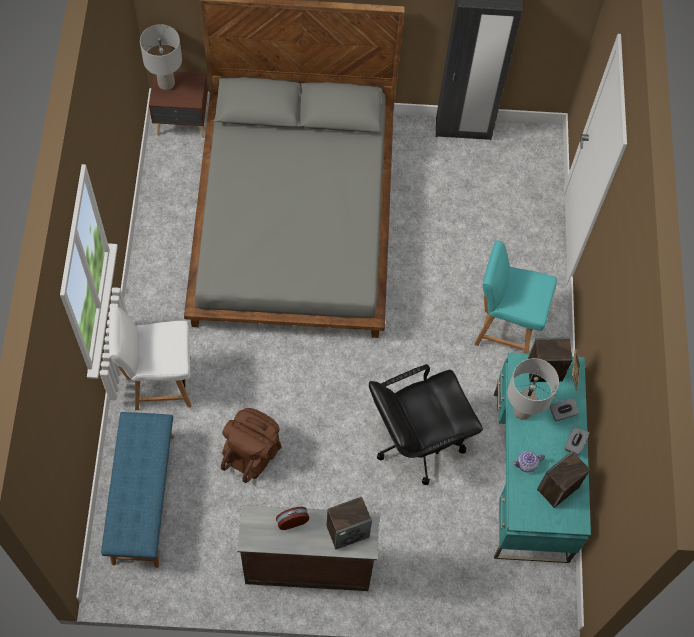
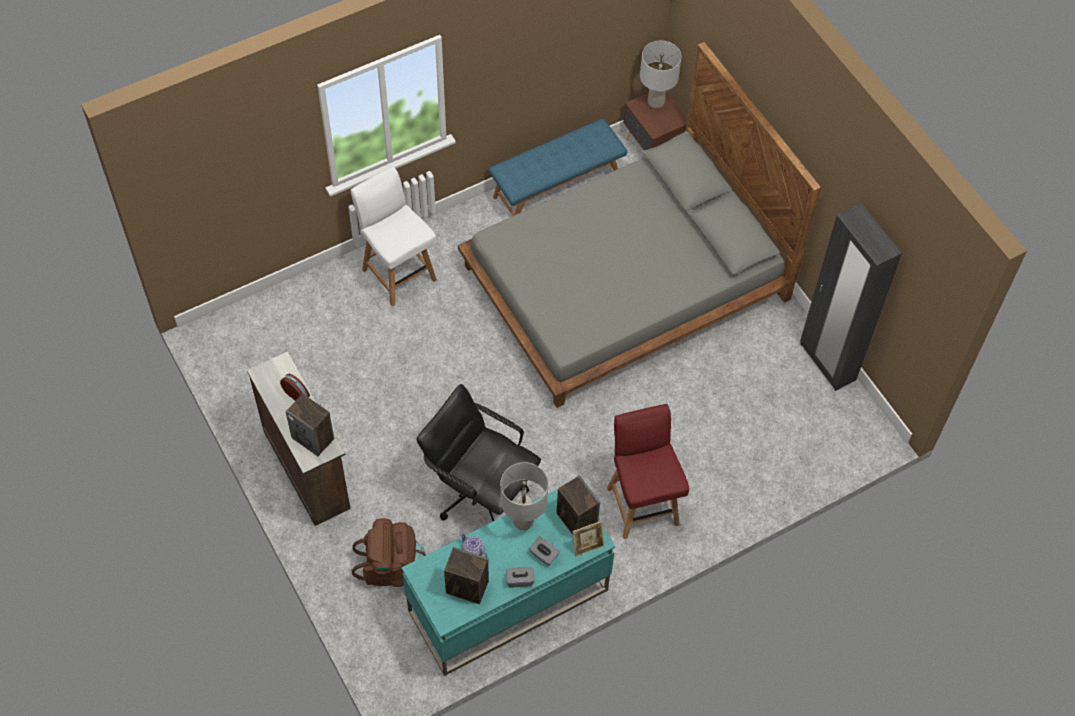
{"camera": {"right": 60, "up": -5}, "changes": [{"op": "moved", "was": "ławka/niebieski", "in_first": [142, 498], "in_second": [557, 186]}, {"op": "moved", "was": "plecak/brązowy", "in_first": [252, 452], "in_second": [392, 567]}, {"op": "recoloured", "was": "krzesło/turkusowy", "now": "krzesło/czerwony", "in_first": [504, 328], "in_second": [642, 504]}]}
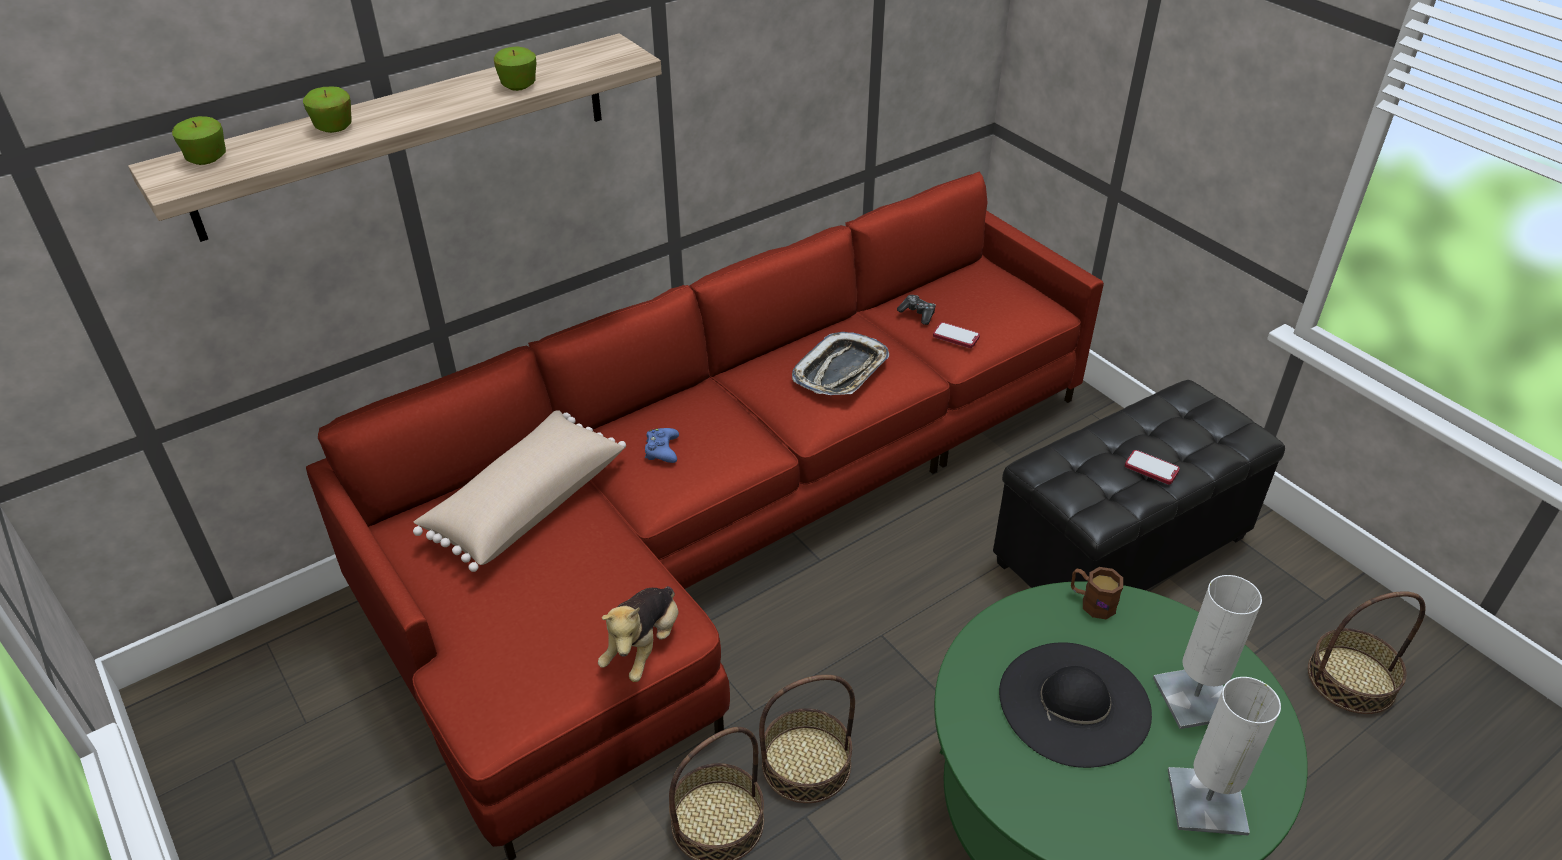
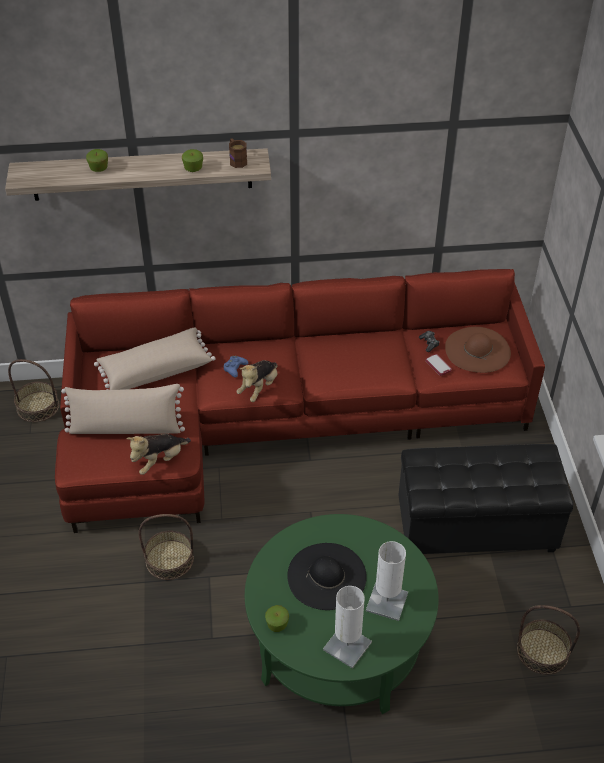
{"camera": {"right": 30, "up": 5}, "changes": [{"op": "moved", "was": "jabłko", "in_first": [207, 159], "in_second": [277, 624]}, {"op": "moved", "was": "koszyk", "in_first": [806, 763], "in_second": [38, 406]}, {"op": "removed", "was": "taca", "in_first": [841, 371]}, {"op": "moved", "was": "kubek/brązowy", "in_first": [1091, 602], "in_second": [236, 160]}, {"op": "removed", "was": "telefon", "in_first": [1151, 468]}, {"op": "added", "now": "poduszka/beżowy", "in_second": [126, 428]}, {"op": "added", "now": "pluszak", "in_second": [259, 388]}, {"op": "added", "now": "kapelusz/brązowy", "in_second": [477, 350]}]}
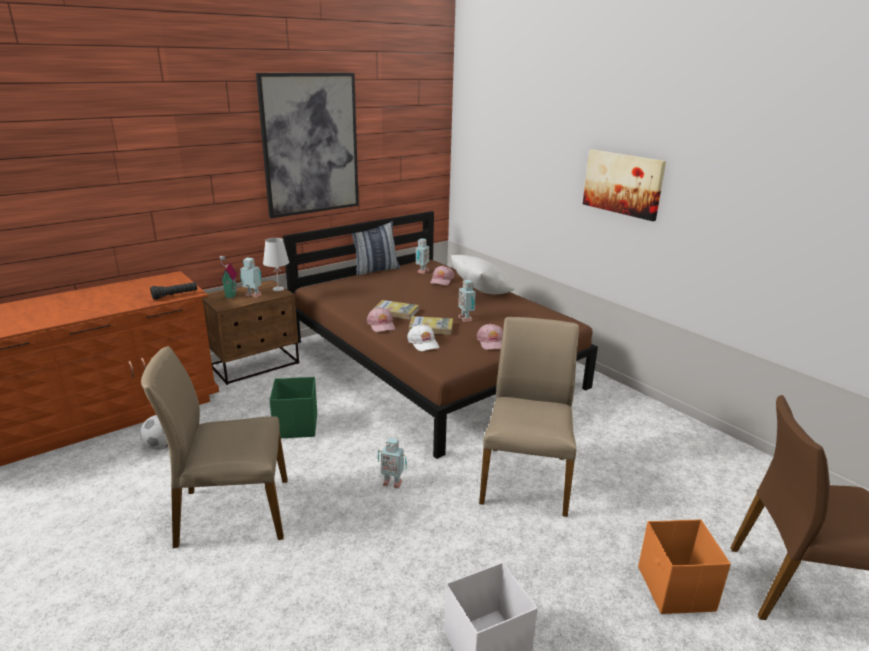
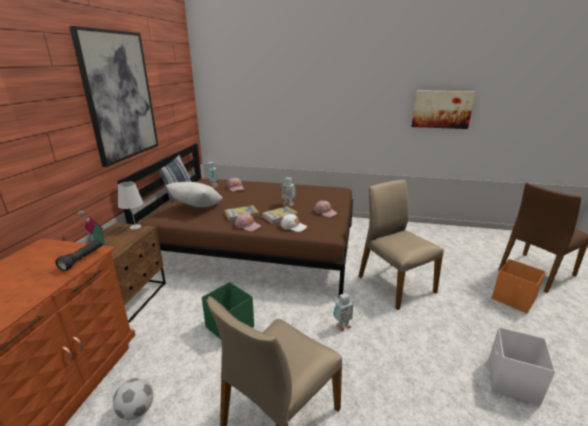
{"camera": {"right": -40, "up": 0}, "changes": [{"op": "removed", "was": "robot zabawkowy", "in_first": [253, 296]}, {"op": "moved", "was": "poduszka/biały", "in_first": [481, 293], "in_second": [197, 208]}, {"op": "moved", "was": "obraz", "in_first": [623, 183], "in_second": [441, 109]}]}
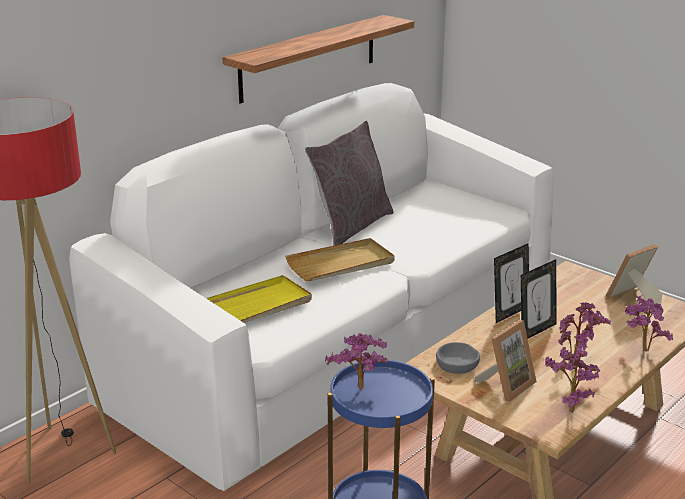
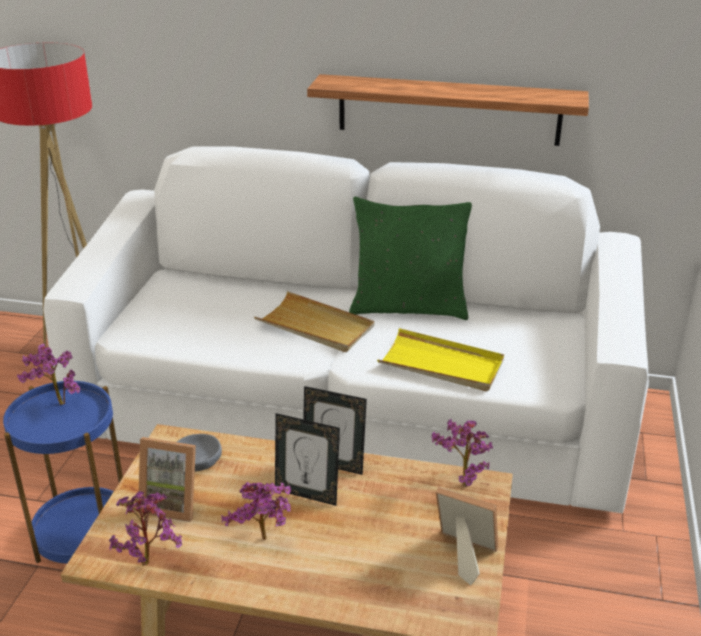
{"camera": {"right": 60, "up": 5}, "changes": [{"op": "moved", "was": "taca/żółty", "in_first": [254, 307], "in_second": [441, 364]}, {"op": "recoloured", "was": "poduszka/szary", "now": "poduszka/zielony", "in_first": [351, 226], "in_second": [409, 307]}, {"op": "moved", "was": "roślina doniczkowa", "in_first": [641, 351], "in_second": [460, 482]}]}
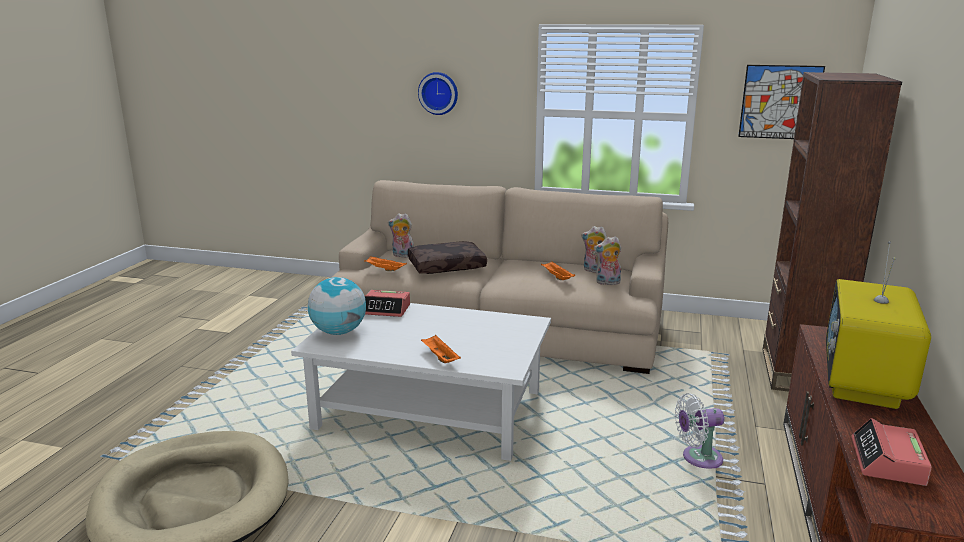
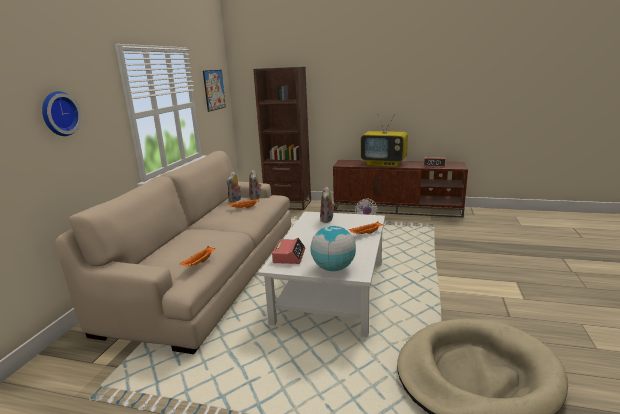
{"camera": {"right": -90, "up": 0}, "changes": [{"op": "moved", "was": "pluszak", "in_first": [402, 255], "in_second": [327, 220]}, {"op": "removed", "was": "poduszka/brązowy", "in_first": [447, 266]}]}
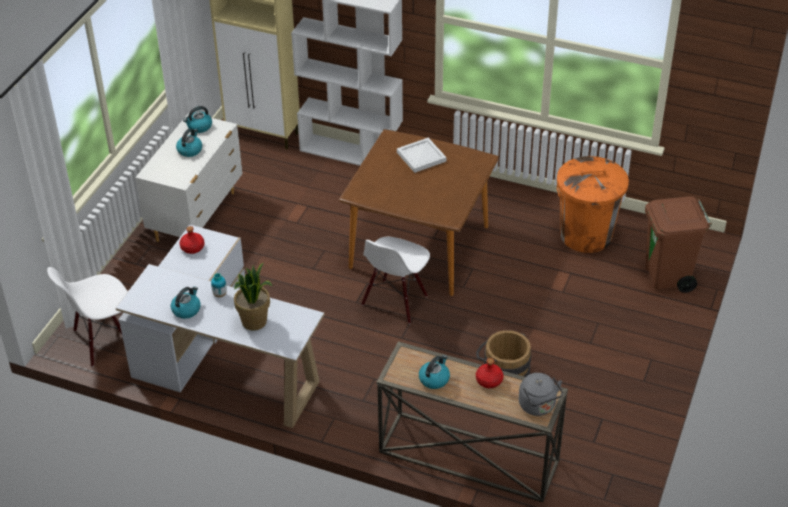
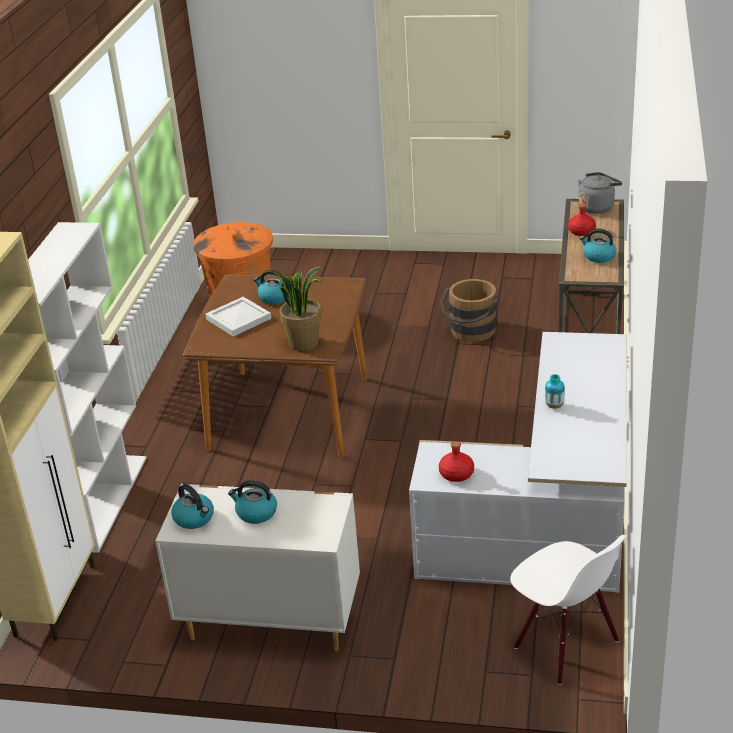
{"camera": {"right": -100, "up": -10}, "changes": [{"op": "moved", "was": "czajnik", "in_first": [186, 309], "in_second": [274, 298]}, {"op": "moved", "was": "roślina doniczkowa", "in_first": [254, 322], "in_second": [304, 343]}, {"op": "removed", "was": "krzesło/biały", "in_first": [395, 301]}, {"op": "removed", "was": "kosz na śmieci/brązowy", "in_first": [668, 277]}]}
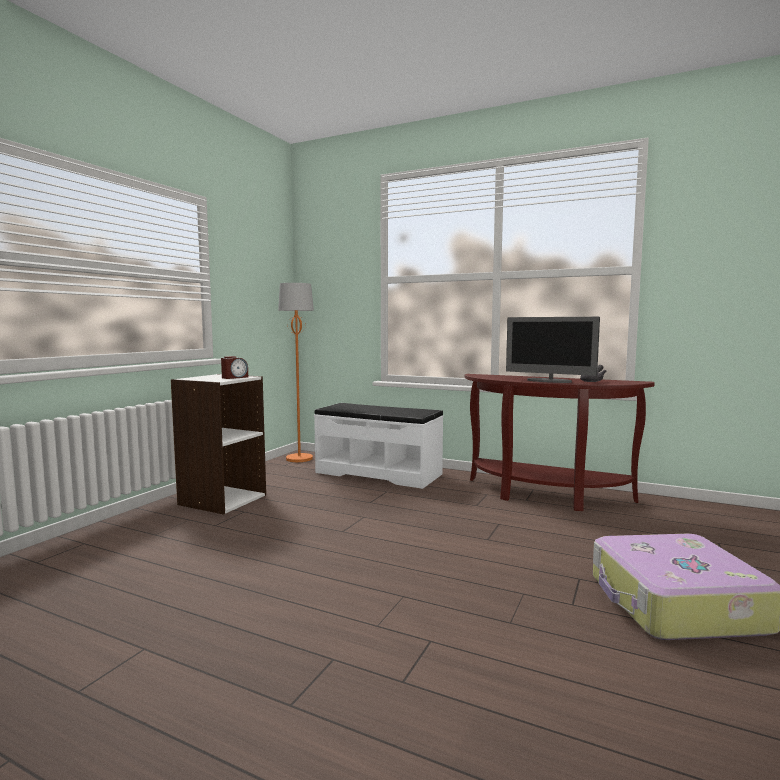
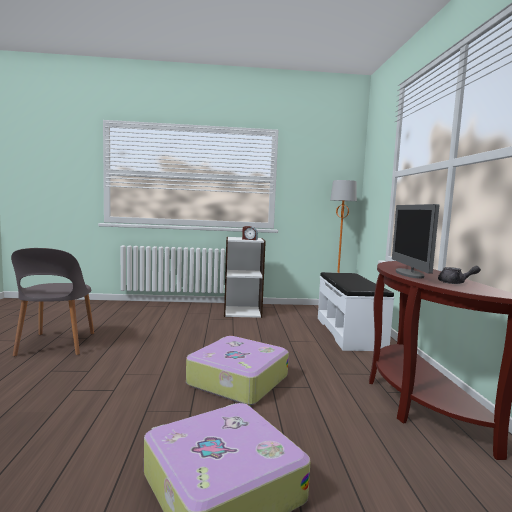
{"camera": {"right": 60, "up": 0}, "changes": [{"op": "added", "now": "krzesło/szary", "in_second": [56, 345]}, {"op": "added", "now": "walizka", "in_second": [236, 380]}]}
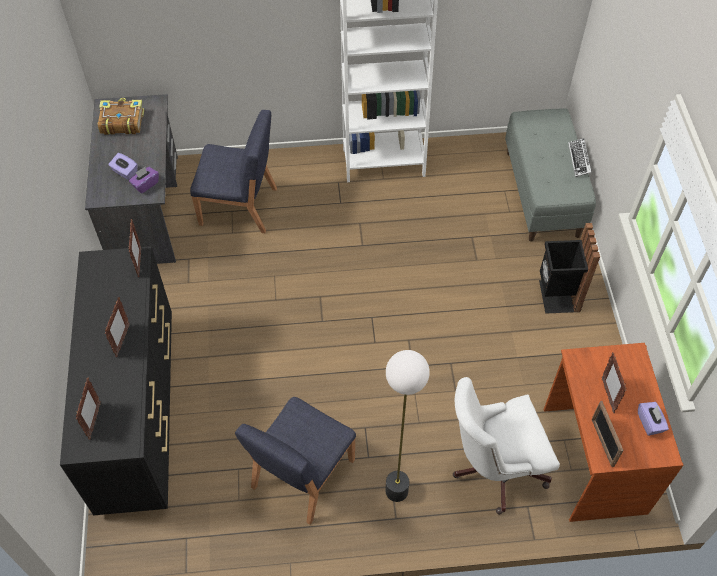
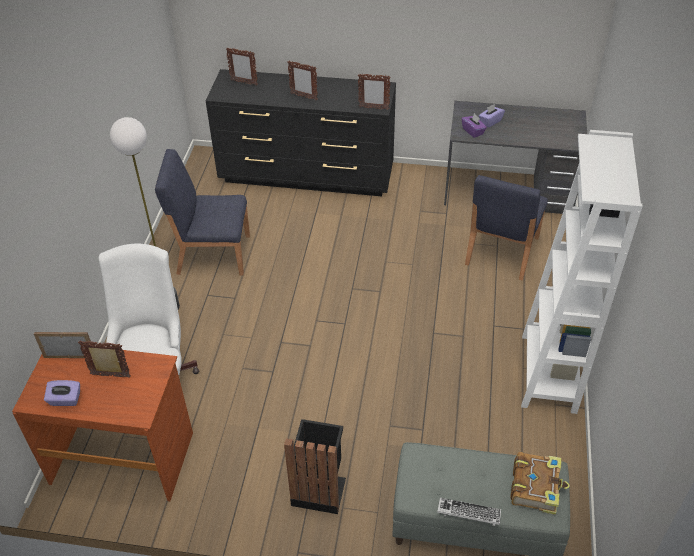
{"camera": {"right": 105, "up": -10}, "changes": [{"op": "moved", "was": "książka", "in_first": [121, 122], "in_second": [536, 486]}, {"op": "turned", "was": "krzesło/niebieski", "in_first": [302, 474], "in_second": [212, 254], "clockwise": -45}]}
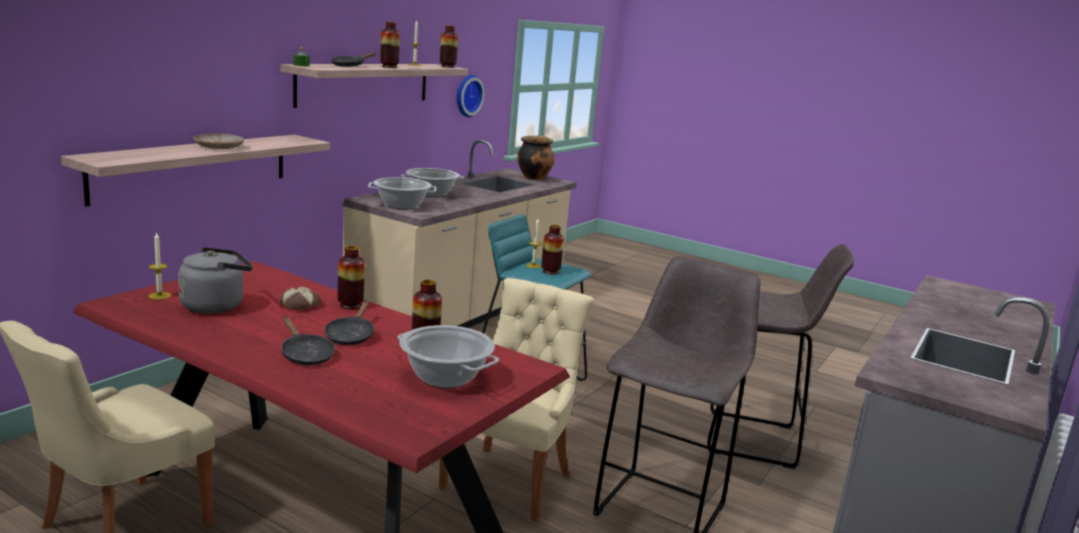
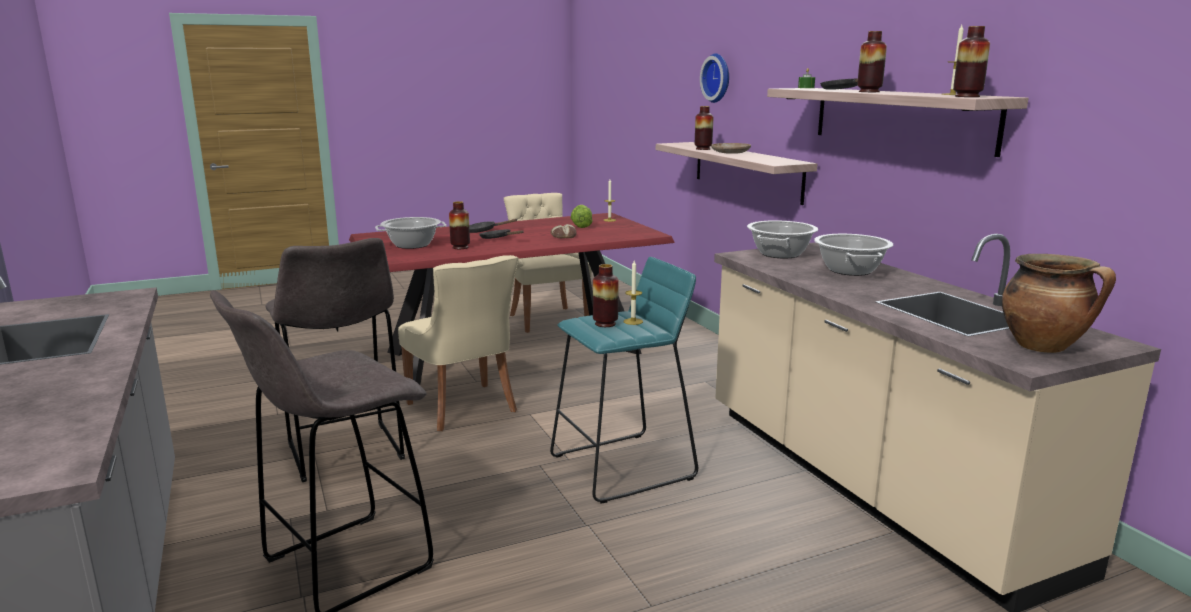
{"camera": {"right": 125, "up": 0}, "changes": [{"op": "replaced", "was": "czajnik/szary", "now": "sałata", "in_first": [216, 305], "in_second": [581, 225]}, {"op": "moved", "was": "wazon", "in_first": [350, 305], "in_second": [703, 149]}, {"op": "moved", "was": "zegar ścienny", "in_first": [467, 95], "in_second": [718, 78]}]}
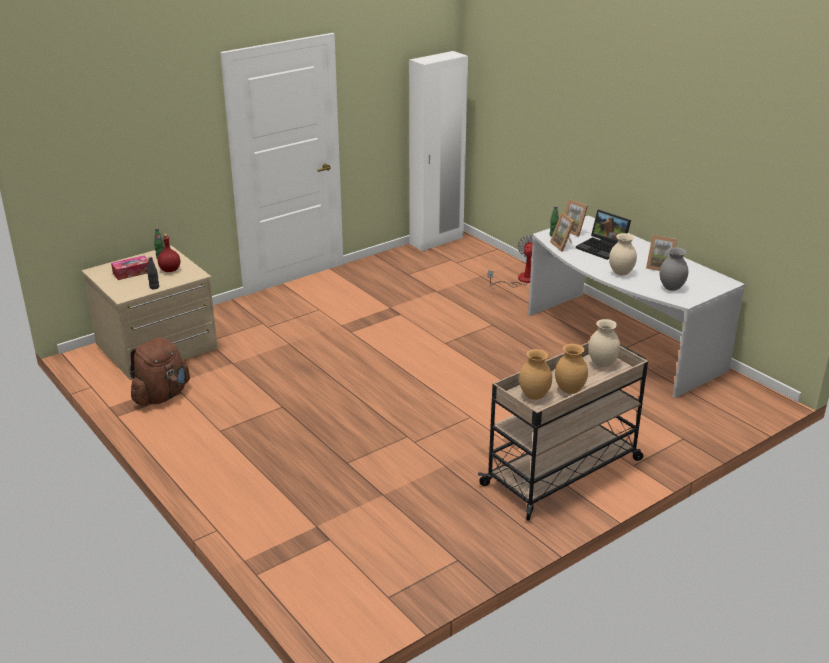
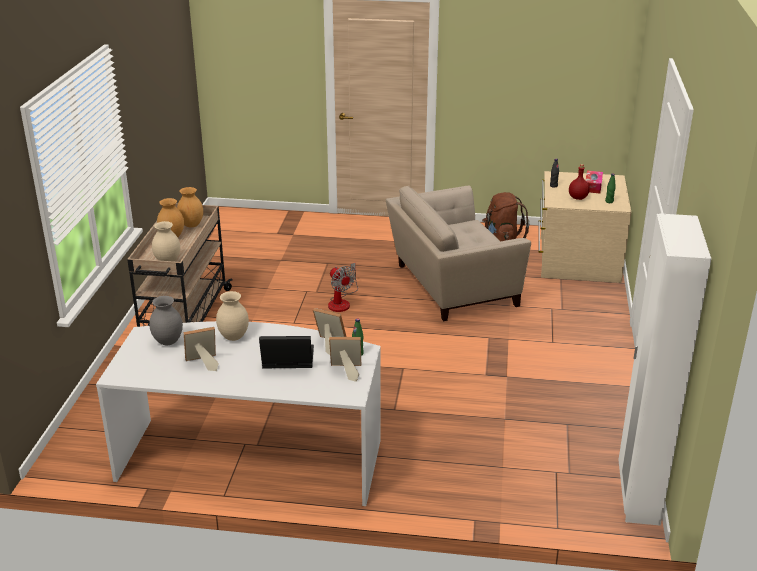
{"camera": {"right": 135, "up": 0}, "changes": [{"op": "moved", "was": "wentylator", "in_first": [521, 280], "in_second": [341, 302]}, {"op": "added", "now": "fotel/beżowy", "in_second": [452, 286]}]}
